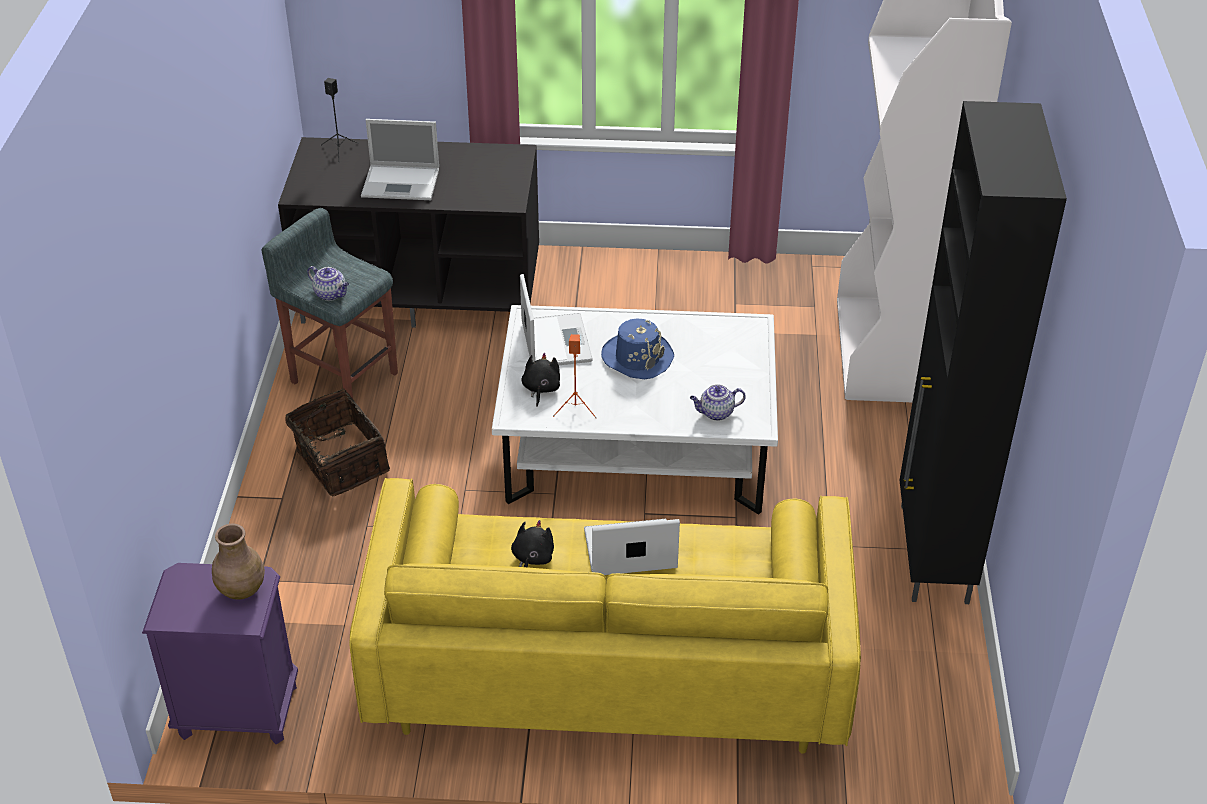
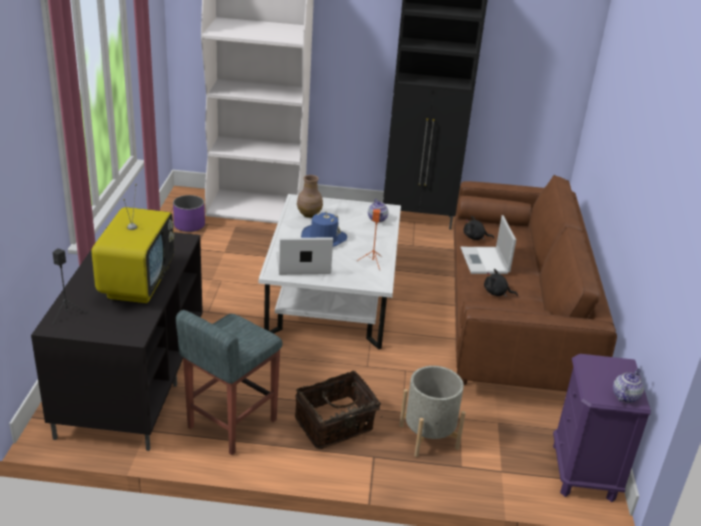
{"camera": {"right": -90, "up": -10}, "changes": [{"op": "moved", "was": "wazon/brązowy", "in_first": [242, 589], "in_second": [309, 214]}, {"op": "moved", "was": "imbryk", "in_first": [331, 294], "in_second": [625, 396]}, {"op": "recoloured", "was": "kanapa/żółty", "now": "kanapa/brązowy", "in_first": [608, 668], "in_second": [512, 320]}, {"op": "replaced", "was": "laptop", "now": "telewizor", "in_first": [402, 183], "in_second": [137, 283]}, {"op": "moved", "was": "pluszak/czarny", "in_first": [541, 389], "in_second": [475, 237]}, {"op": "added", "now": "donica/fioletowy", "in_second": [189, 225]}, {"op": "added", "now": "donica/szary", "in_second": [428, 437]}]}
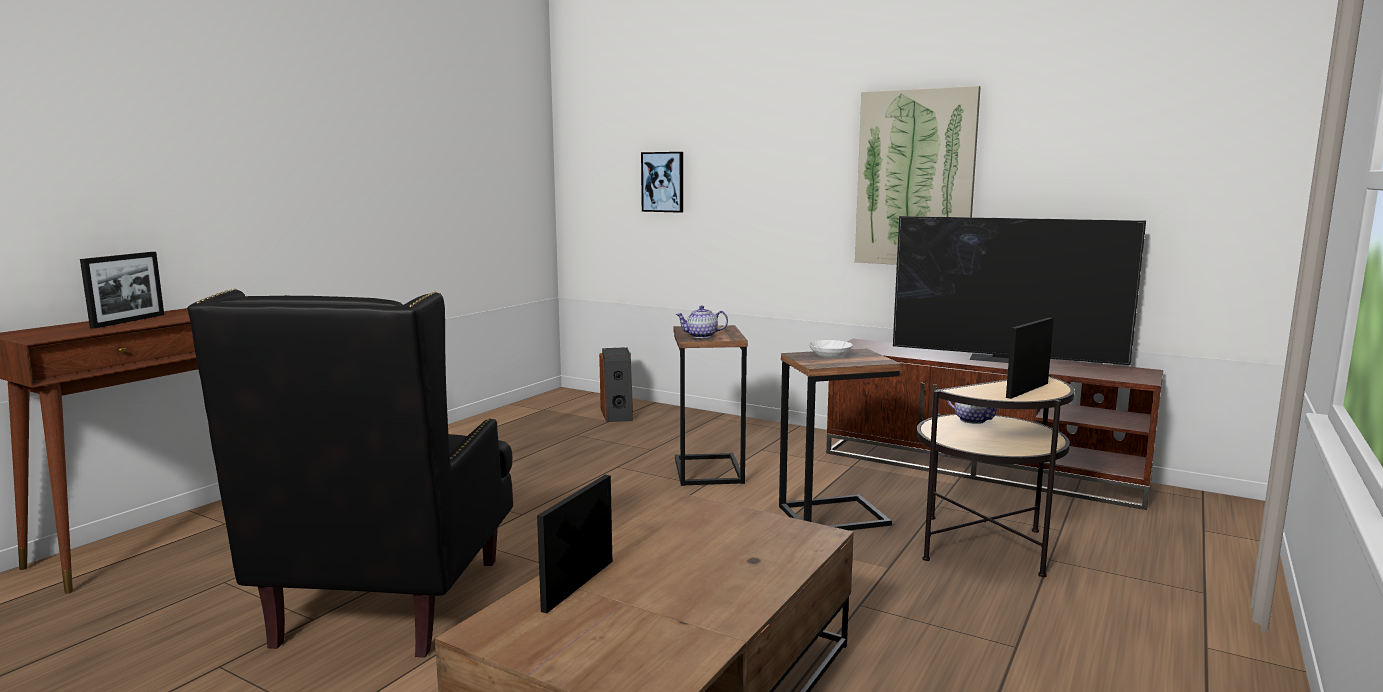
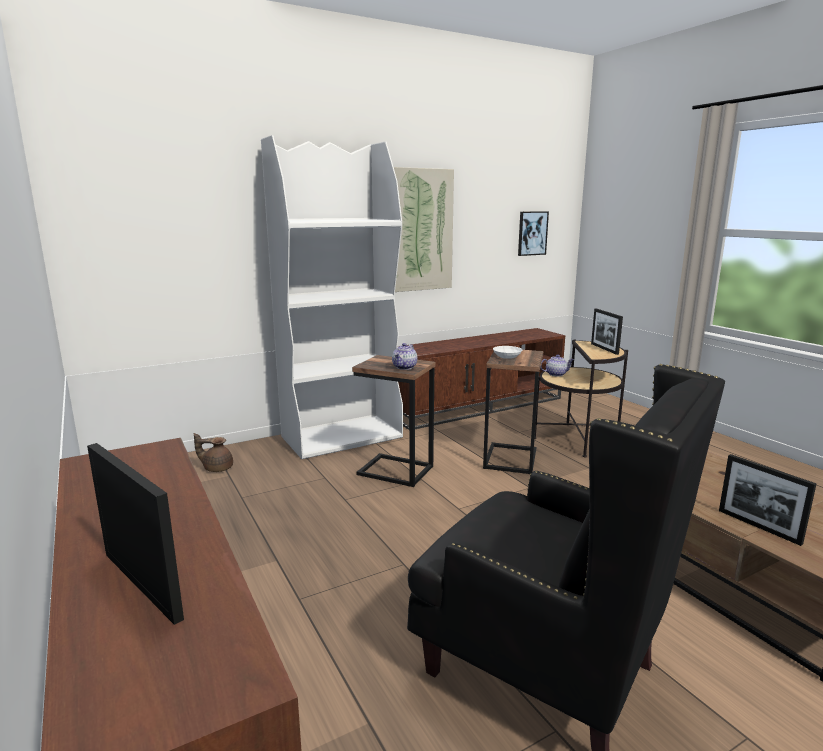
{"camera": {"right": -60, "up": 5}, "changes": [{"op": "replaced", "was": "głośnik", "now": "imbryk/brązowy", "in_first": [617, 414], "in_second": [217, 468]}, {"op": "moved", "was": "obraz", "in_first": [663, 182], "in_second": [532, 233]}, {"op": "removed", "was": "telewizor", "in_first": [1004, 359]}, {"op": "added", "now": "regał/biały", "in_second": [342, 436]}]}
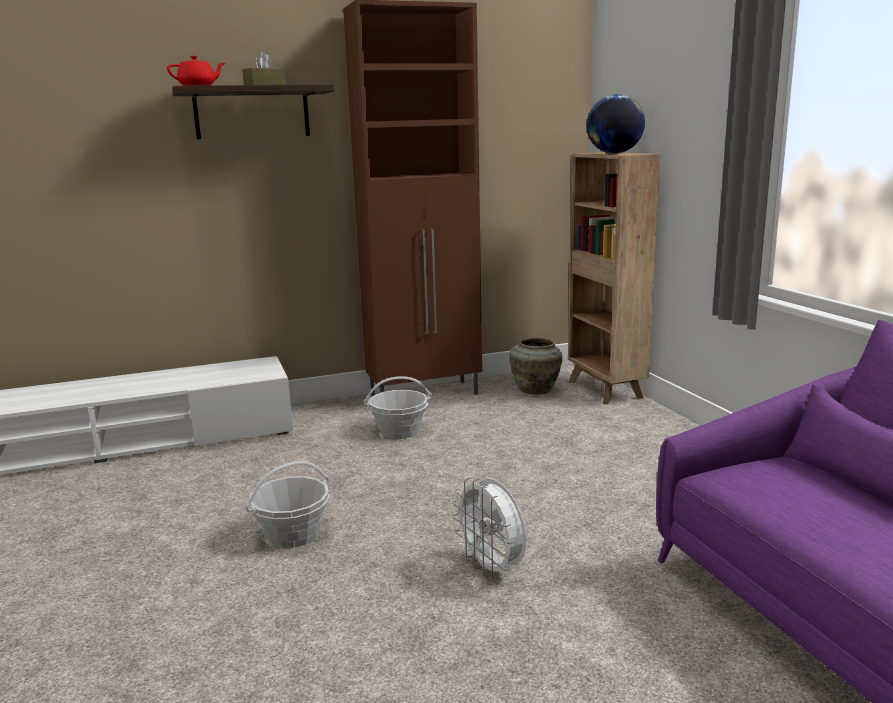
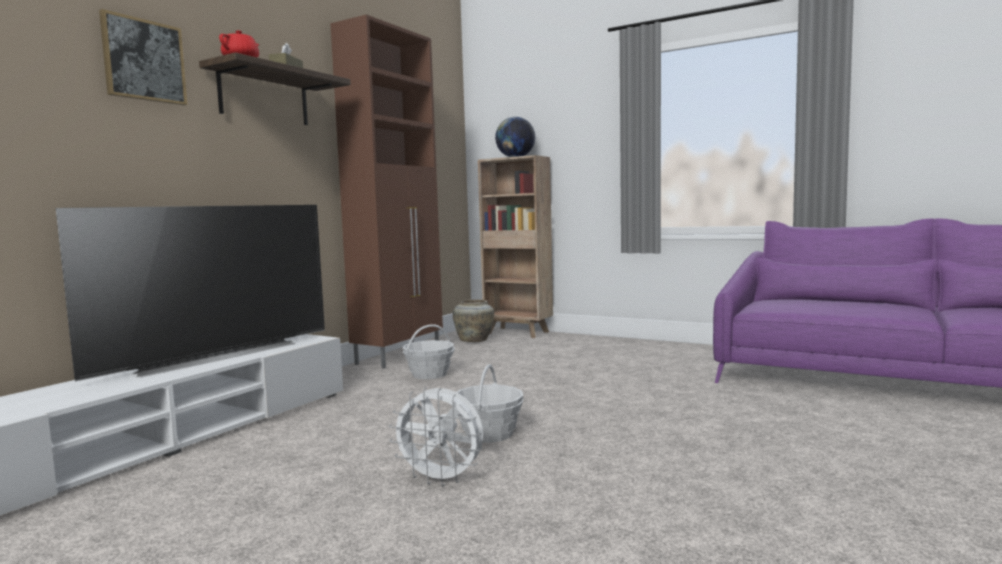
{"camera": {"right": -40, "up": -10}, "changes": [{"op": "moved", "was": "wentylator/biały", "in_first": [492, 568], "in_second": [441, 479]}, {"op": "added", "now": "telewizor", "in_second": [214, 356]}, {"op": "added", "now": "obraz", "in_second": [144, 60]}]}
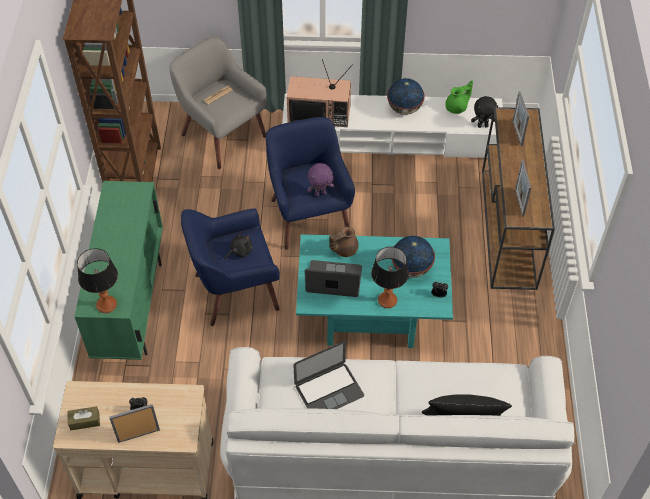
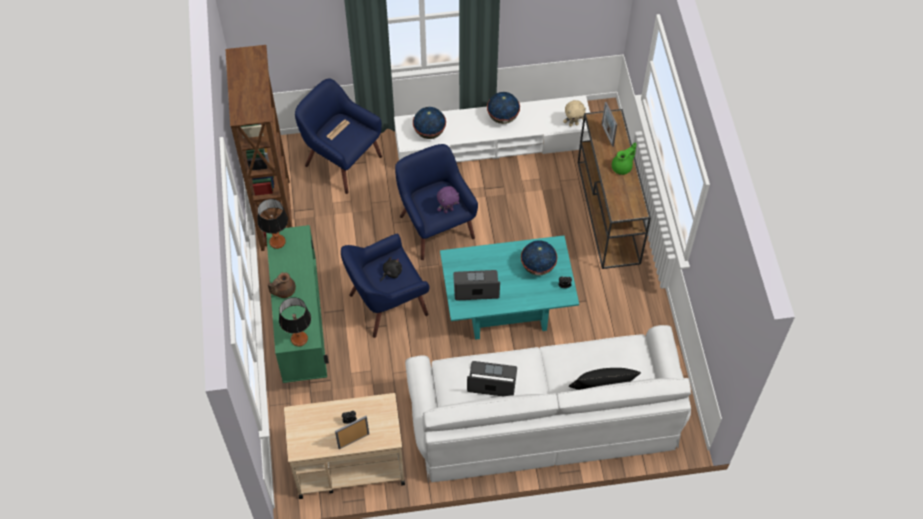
{"camera": {"right": -10, "up": 5}, "changes": [{"op": "removed", "was": "pudełko chusteczek/brązowy", "in_first": [84, 421]}, {"op": "recoloured", "was": "fotel/szary", "now": "fotel/niebieski", "in_first": [222, 135], "in_second": [342, 161]}, {"op": "replaced", "was": "telewizor", "now": "globus", "in_first": [320, 113], "in_second": [429, 132]}, {"op": "turned", "was": "laptop", "in_first": [329, 390], "in_second": [492, 380], "clockwise": -135}, {"op": "moved", "was": "imbryk/brązowy", "in_first": [344, 249], "in_second": [283, 291]}, {"op": "moved", "was": "lampa stołowa", "in_first": [387, 300], "in_second": [277, 241]}, {"op": "moved", "was": "imbryk/zielony", "in_first": [457, 107], "in_second": [622, 167]}, {"op": "recoloured", "was": "pluszak/czarny", "now": "pluszak/beżowy", "in_first": [482, 125], "in_second": [573, 124]}, {"op": "removed", "was": "ramka na zdjęcie", "in_first": [519, 202]}]}
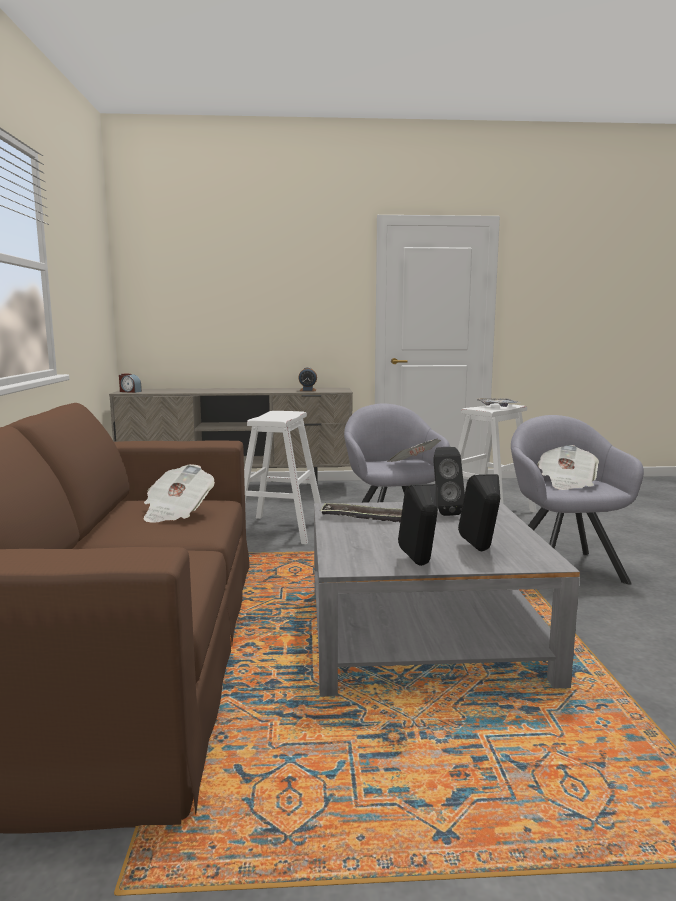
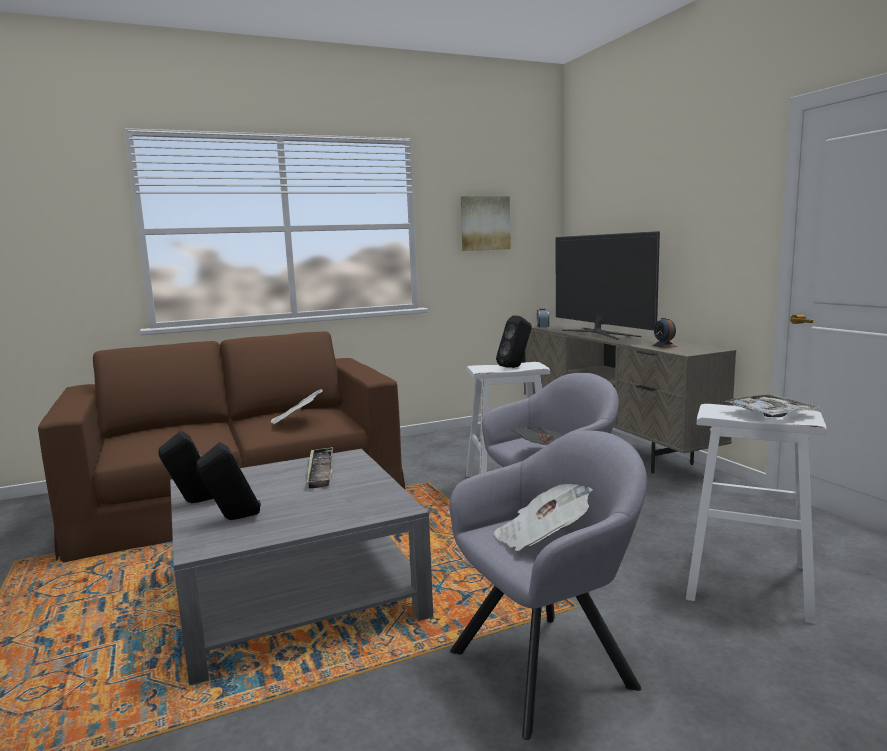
{"camera": {"right": 70, "up": 0}, "changes": [{"op": "moved", "was": "głośnik/czarny", "in_first": [444, 512], "in_second": [515, 367]}, {"op": "added", "now": "obraz", "in_second": [484, 223]}, {"op": "added", "now": "telewizor", "in_second": [600, 333]}]}
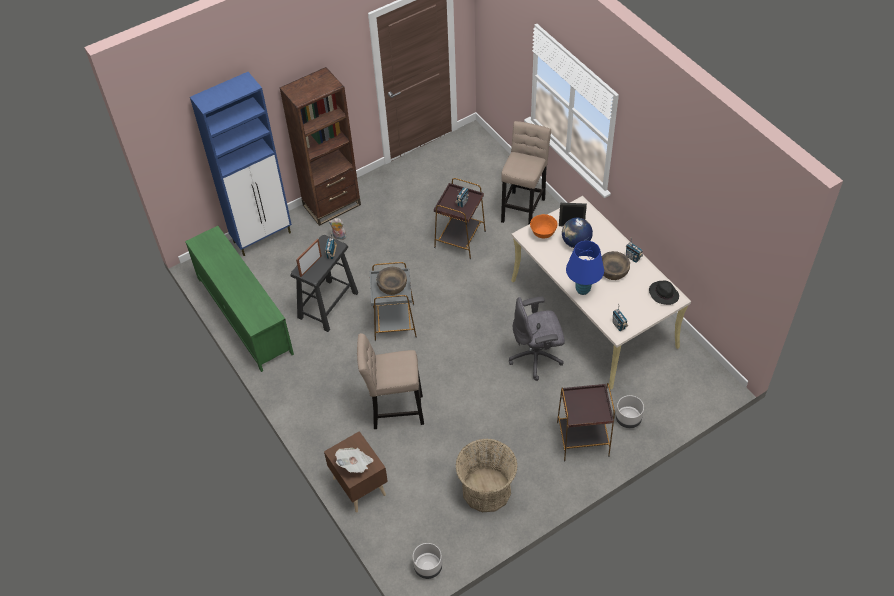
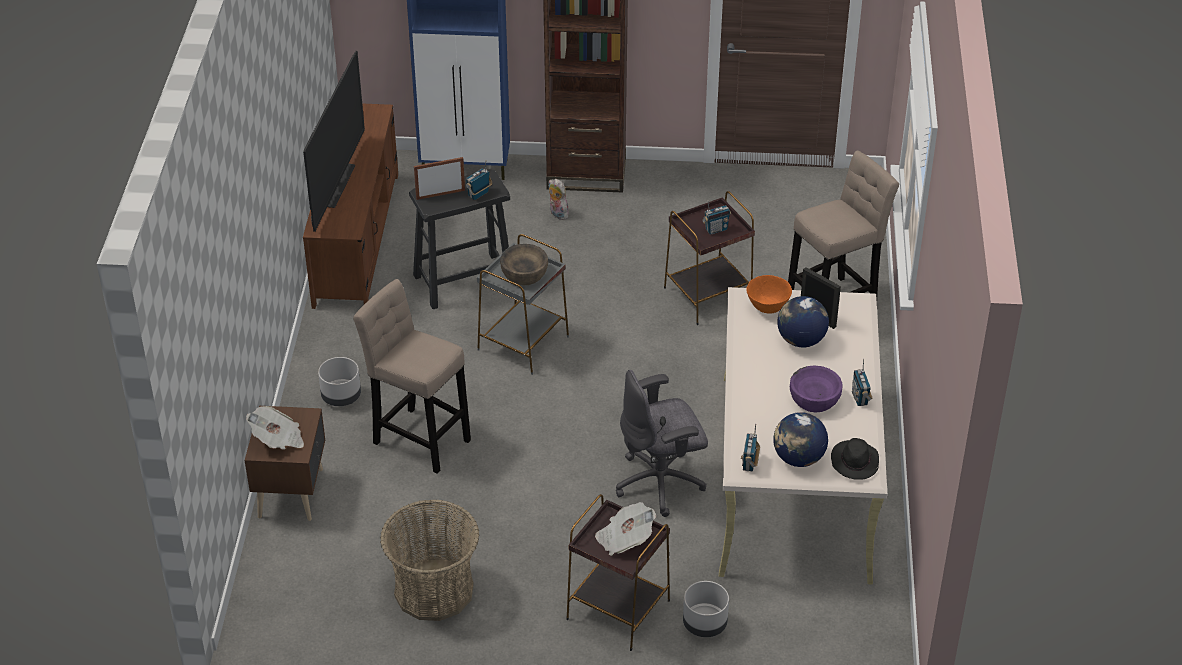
{"camera": {"right": 35, "up": -10}, "changes": [{"op": "recoloured", "was": "szafka pod telewizor/zielony", "now": "szafka pod telewizor/brązowy", "in_first": [244, 315], "in_second": [357, 238]}, {"op": "moved", "was": "donica/szary", "in_first": [428, 567], "in_second": [341, 397]}, {"op": "turned", "was": "krzesło biurowe/szary", "in_first": [536, 357], "in_second": [661, 482], "clockwise": -45}, {"op": "removed", "was": "lampa stołowa/niebieski", "in_first": [582, 290]}, {"op": "recoloured", "was": "miska/brązowy", "now": "miska/fioletowy", "in_first": [613, 271], "in_second": [814, 399]}, {"op": "added", "now": "telewizor", "in_second": [338, 186]}, {"op": "added", "now": "gazeta", "in_second": [624, 539]}, {"op": "added", "now": "globus", "in_second": [798, 459]}]}
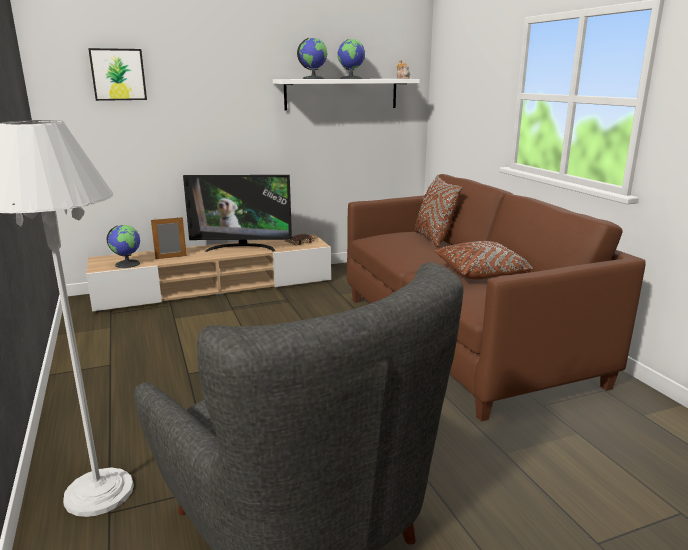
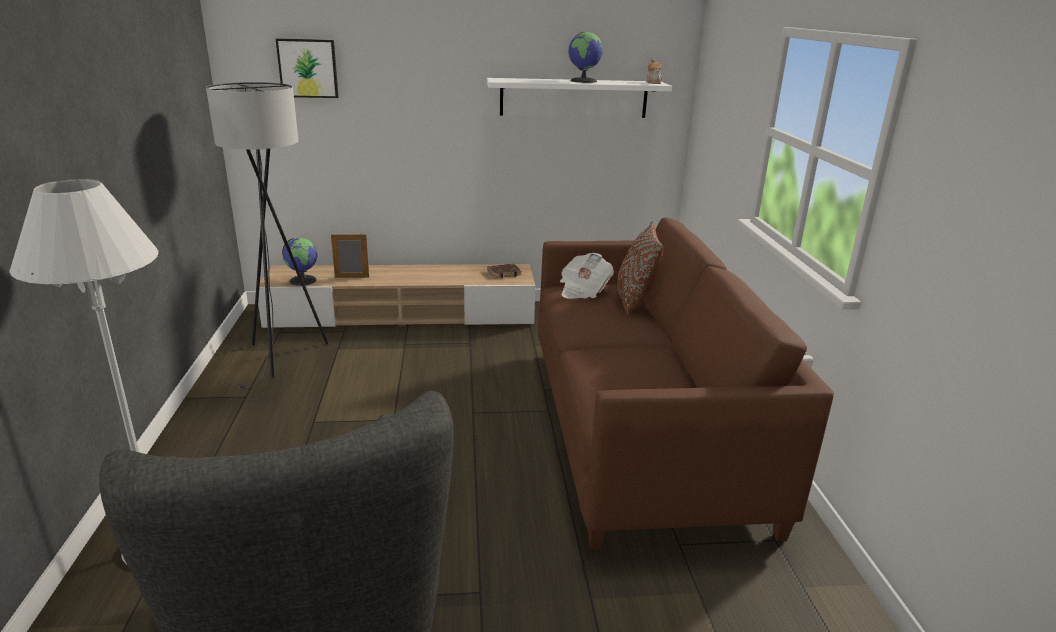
{"camera": {"right": 15, "up": 5}, "changes": [{"op": "removed", "was": "telewizor", "in_first": [242, 248]}, {"op": "removed", "was": "globus", "in_first": [313, 78]}, {"op": "removed", "was": "poduszka/brązowy", "in_first": [482, 273]}, {"op": "added", "now": "lampa stojąca/szary", "in_second": [284, 358]}, {"op": "added", "now": "gazeta", "in_second": [583, 290]}]}
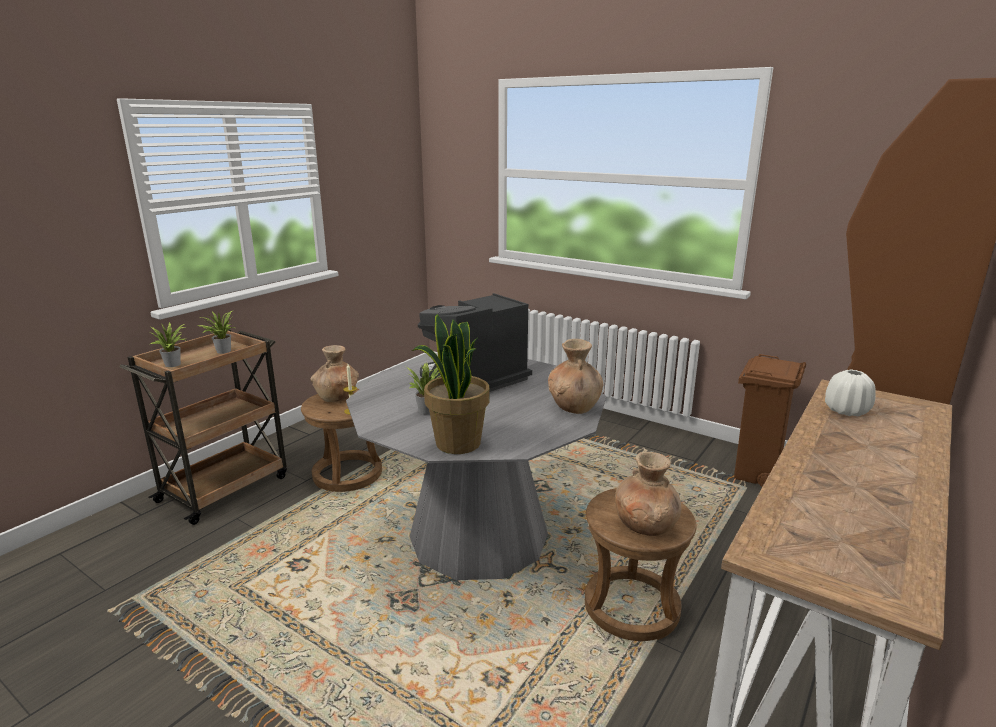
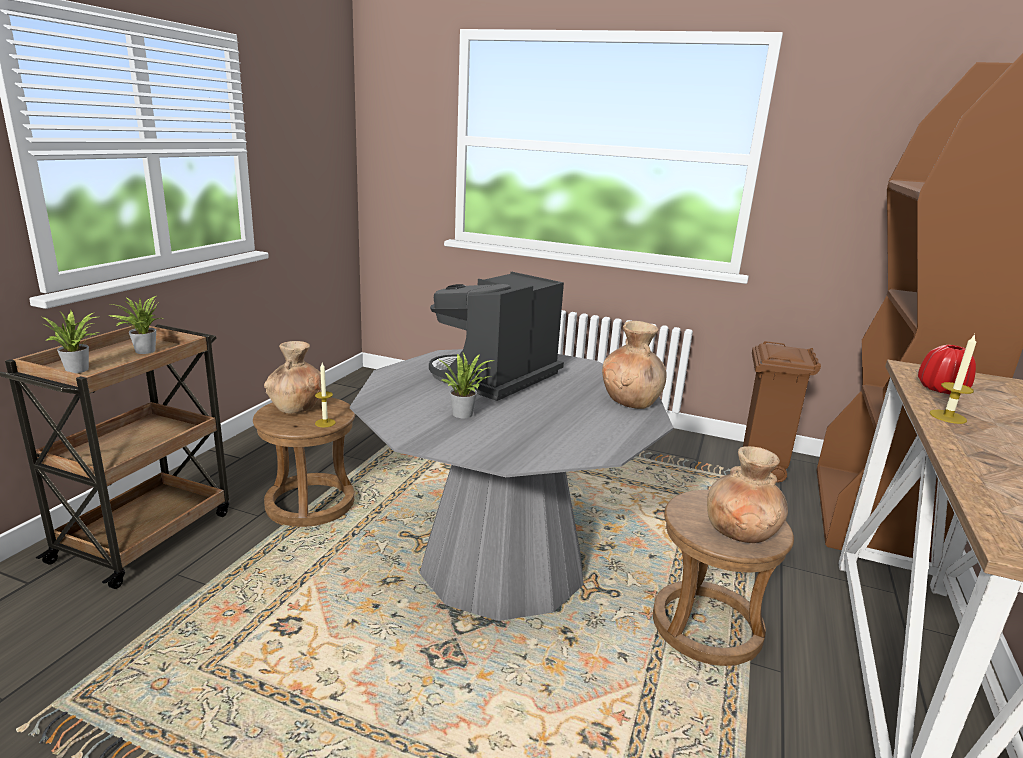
{"camera": {"right": -15, "up": 0}, "changes": [{"op": "removed", "was": "roślina doniczkowa", "in_first": [457, 443]}, {"op": "recoloured", "was": "wazon/biały", "now": "wazon/czerwony", "in_first": [846, 411], "in_second": [941, 389]}, {"op": "added", "now": "świeca", "in_second": [948, 416]}]}
